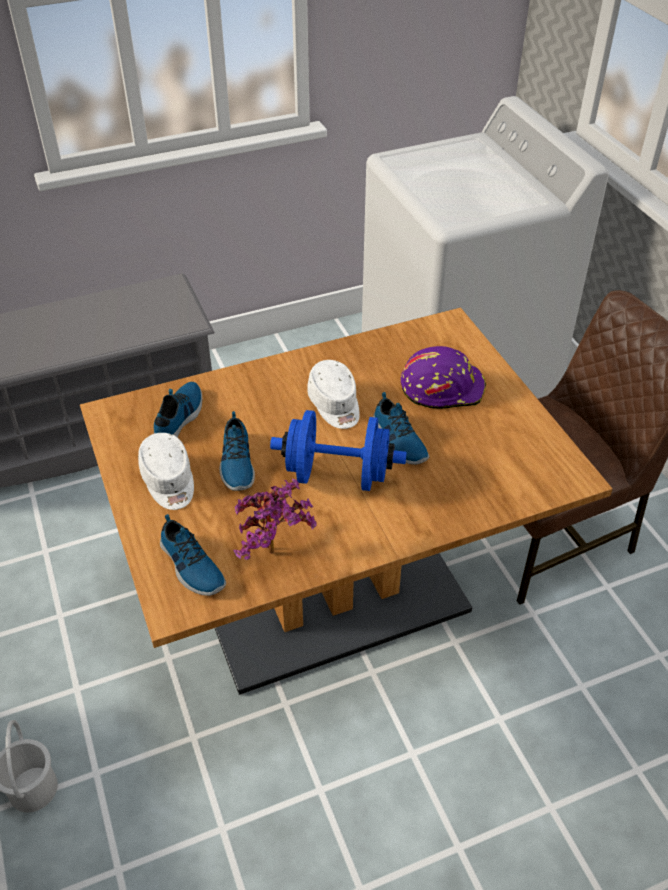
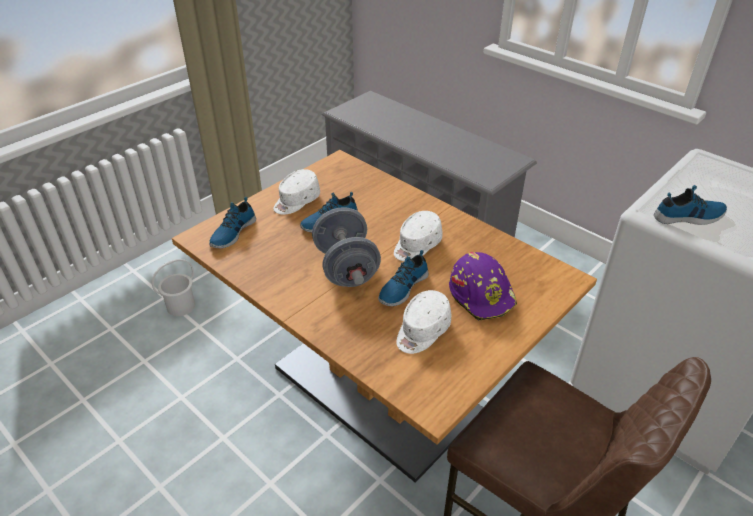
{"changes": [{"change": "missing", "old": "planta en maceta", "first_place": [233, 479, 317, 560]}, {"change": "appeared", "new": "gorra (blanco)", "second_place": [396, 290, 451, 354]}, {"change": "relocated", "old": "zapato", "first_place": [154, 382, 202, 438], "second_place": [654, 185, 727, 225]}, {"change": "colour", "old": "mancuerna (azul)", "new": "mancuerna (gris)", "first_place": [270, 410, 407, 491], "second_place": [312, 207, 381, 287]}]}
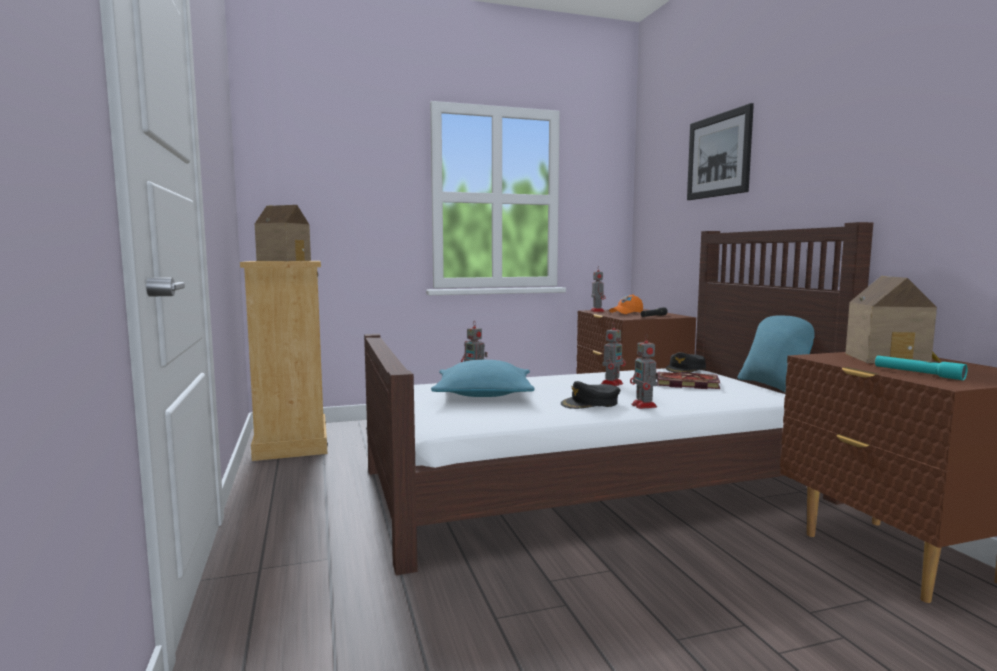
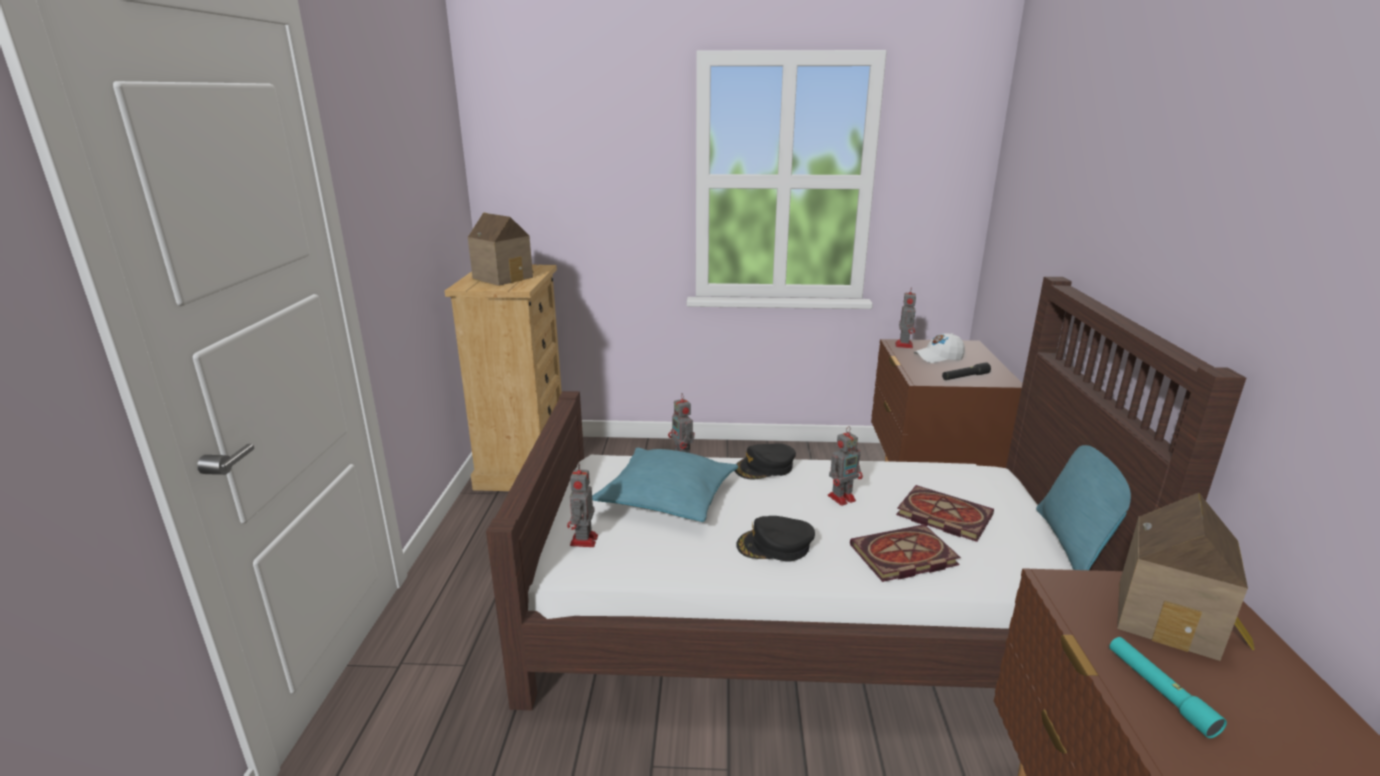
{"changes": [{"change": "missing", "old": "cuadro", "first_place": [687, 103, 754, 200]}, {"change": "appeared", "new": "libro", "second_place": [850, 524, 961, 582]}, {"change": "relocated", "old": "robot de juguete", "first_place": [630, 334, 659, 409], "second_place": [567, 464, 598, 547]}, {"change": "relocated", "old": "gorra (negro)", "first_place": [666, 352, 706, 372], "second_place": [735, 443, 796, 480]}, {"change": "colour", "old": "gorra (naranja)", "new": "gorra (blanco)", "first_place": [609, 294, 643, 314], "second_place": [913, 333, 965, 363]}]}
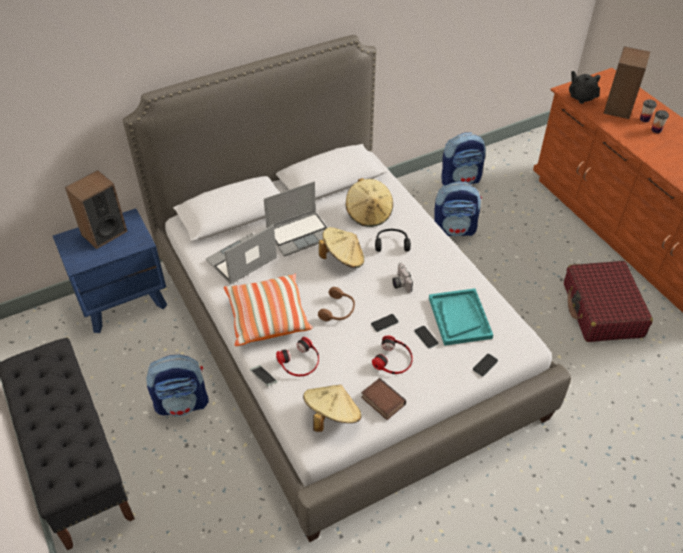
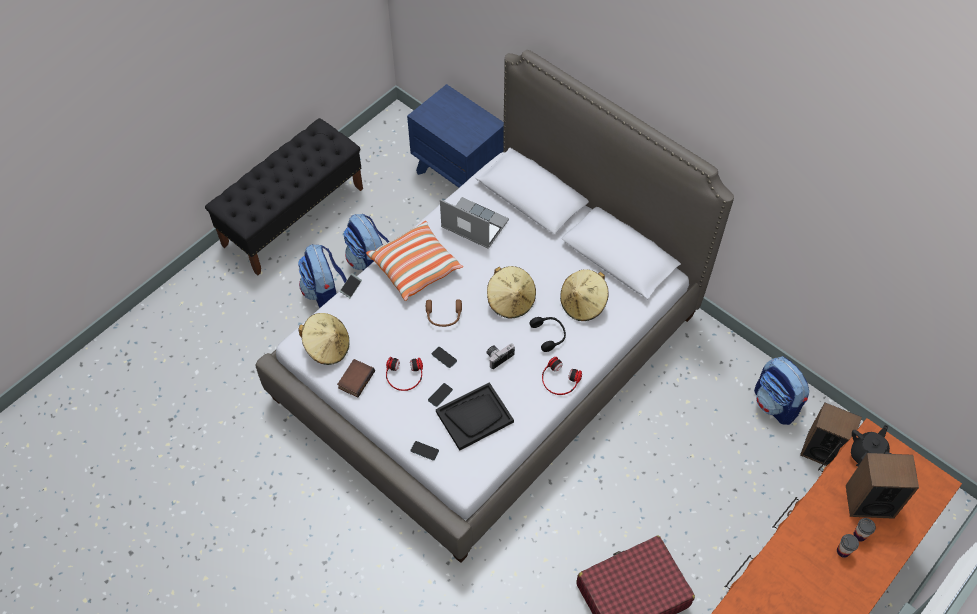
{"changes": [{"change": "missing", "old": "portátil", "first_place": [264, 181, 327, 257]}, {"change": "relocated", "old": "altavoz", "first_place": [65, 170, 127, 249], "second_place": [800, 402, 862, 466]}, {"change": "relocated", "old": "auriculares", "first_place": [276, 337, 319, 376], "second_place": [542, 357, 582, 395]}, {"change": "relocated", "old": "mochila", "first_place": [434, 181, 482, 236], "second_place": [298, 244, 347, 308]}, {"change": "colour", "old": "bandeja (turquesa)", "new": "bandeja (negro)", "first_place": [429, 288, 493, 346], "second_place": [436, 382, 514, 451]}]}
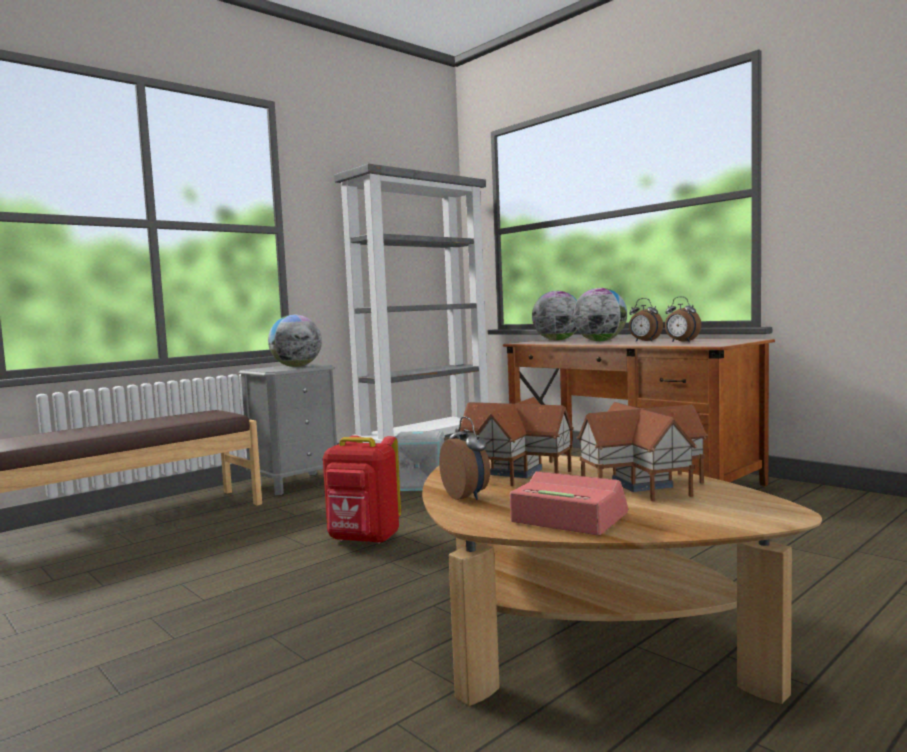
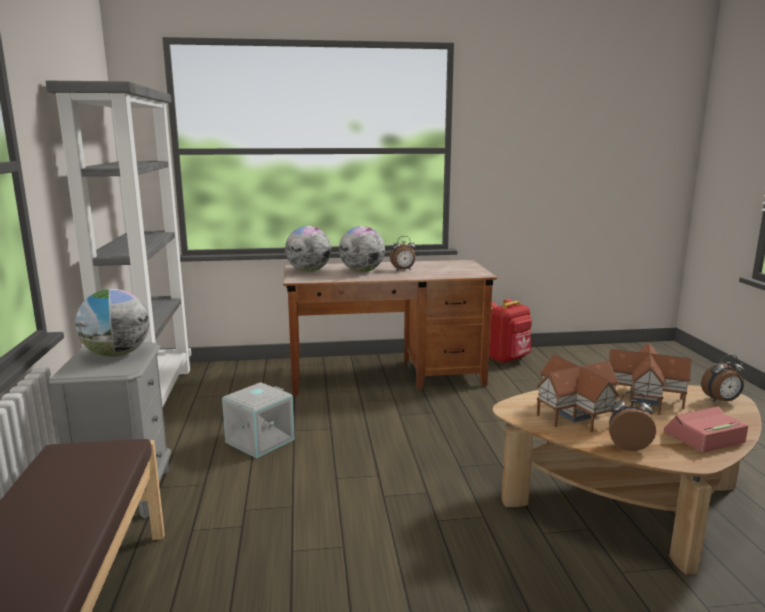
{"changes": [{"change": "relocated", "old": "mochila (rojo)", "first_place": [323, 435, 401, 544], "second_place": [489, 298, 532, 363]}, {"change": "relocated", "old": "despertador", "first_place": [665, 296, 701, 342], "second_place": [701, 355, 745, 402]}]}
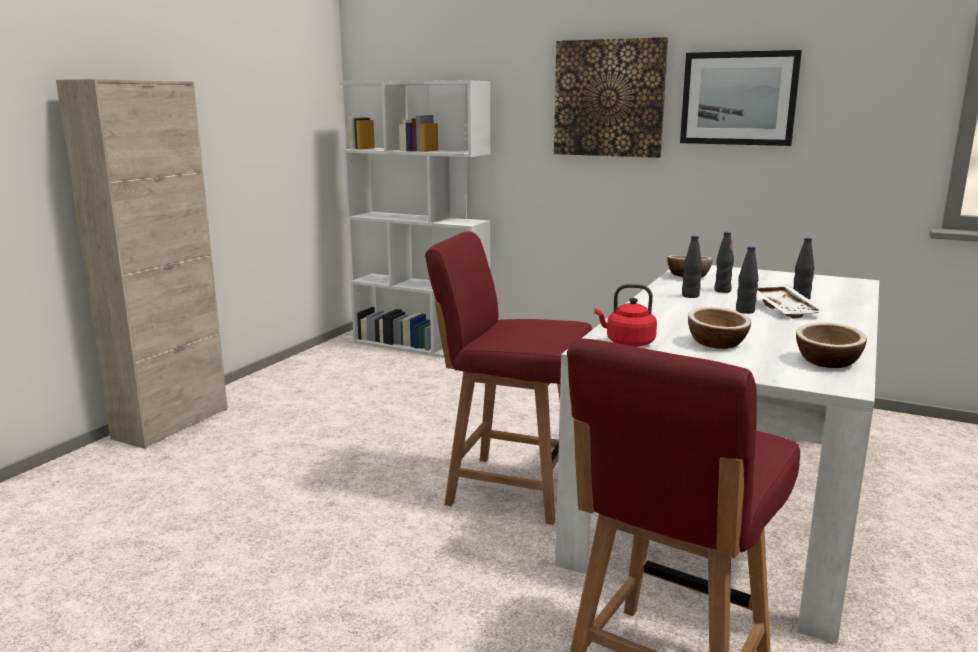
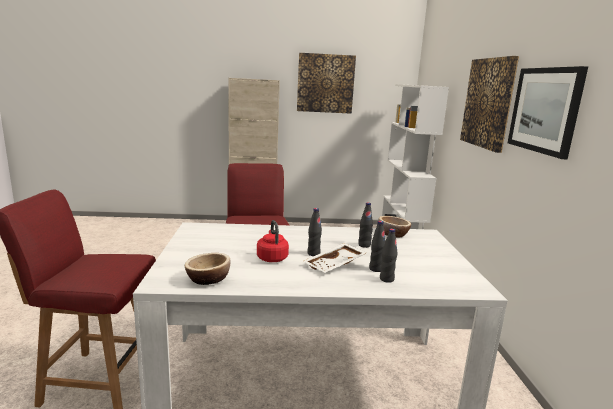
{"changes": [{"change": "missing", "old": "cuenco", "first_place": [688, 307, 751, 349]}, {"change": "appeared", "new": "cuadro", "second_place": [297, 53, 356, 114]}, {"change": "relocated", "old": "hervidor (rojo)", "first_place": [594, 284, 657, 347], "second_place": [257, 220, 289, 262]}, {"change": "relocated", "old": "botella (negro)", "first_place": [682, 236, 702, 298], "second_place": [380, 229, 398, 283]}]}
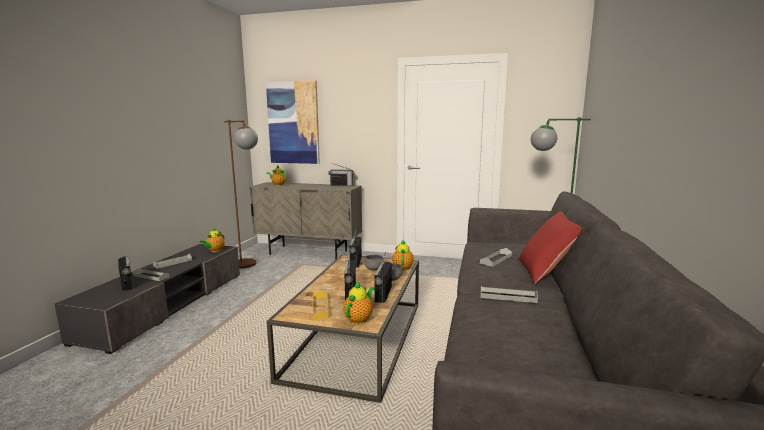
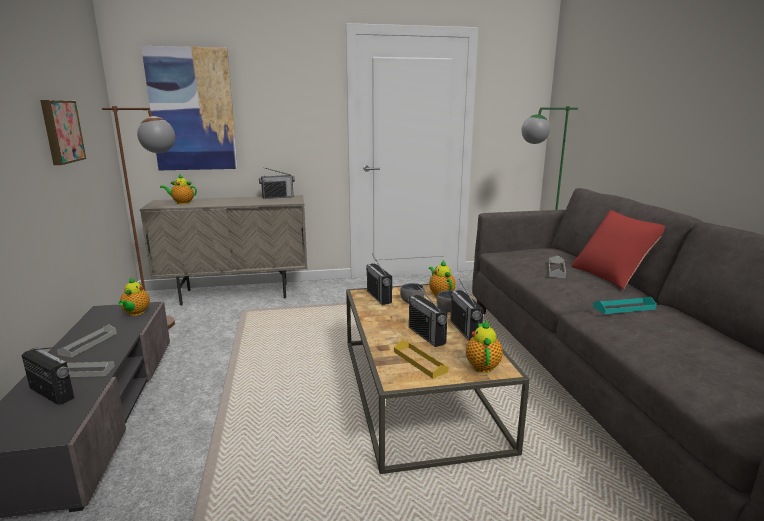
{"changes": [{"change": "appeared", "new": "cuadro", "second_place": [40, 100, 86, 165]}, {"change": "colour", "old": "bandeja (gris)", "new": "bandeja (turquesa)", "first_place": [481, 287, 538, 303], "second_place": [593, 297, 657, 314]}]}
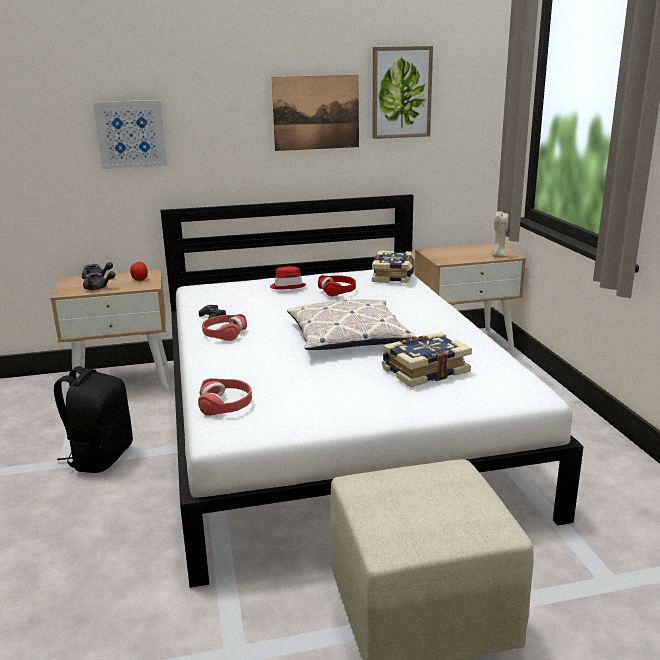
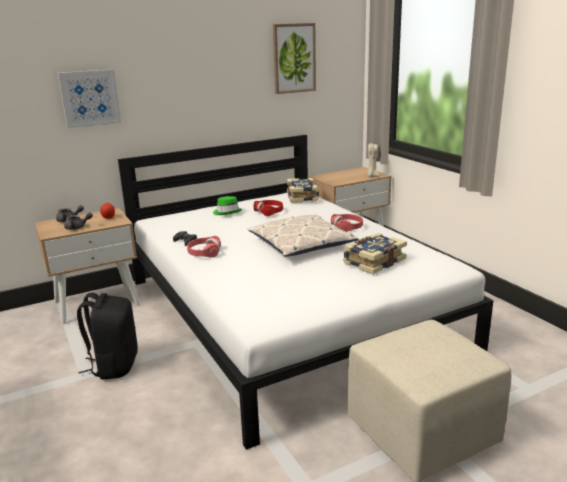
{"changes": [{"change": "missing", "old": "cuadro", "first_place": [272, 75, 359, 151]}, {"change": "relocated", "old": "auriculares (rojo)", "first_place": [198, 378, 252, 416], "second_place": [331, 214, 363, 232]}, {"change": "colour", "old": "sombrero (rojo)", "new": "sombrero (verde)", "first_place": [270, 266, 306, 290], "second_place": [213, 196, 242, 215]}]}
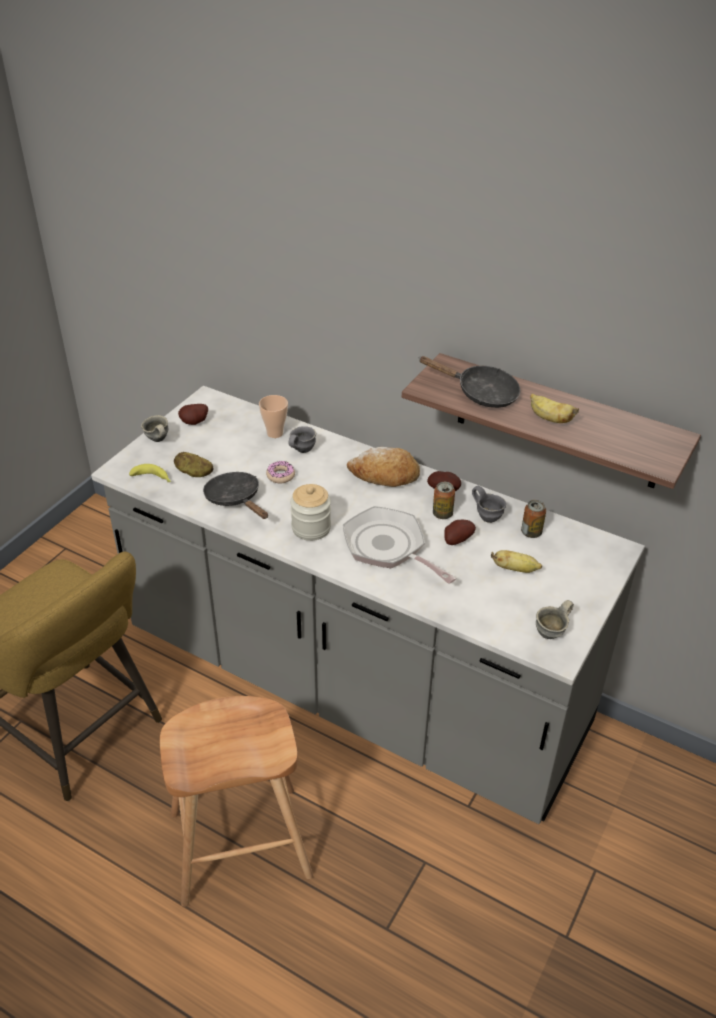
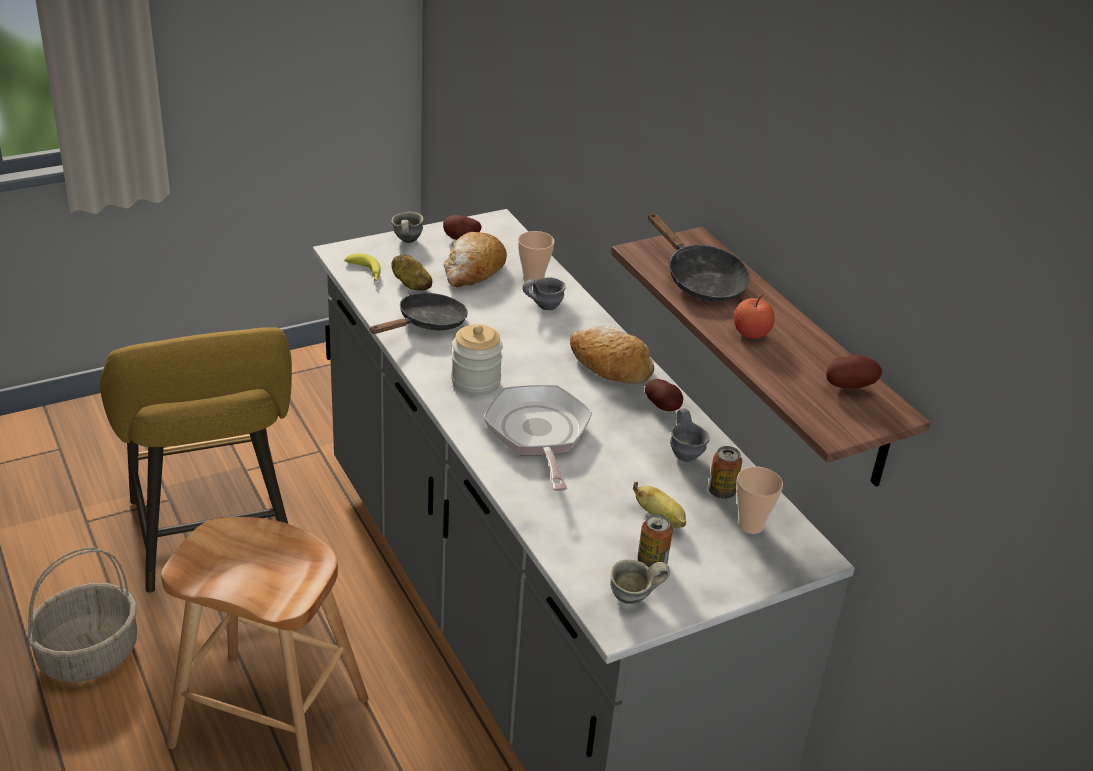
{"changes": [{"change": "missing", "old": "rosquilla", "first_place": [266, 461, 295, 483]}, {"change": "appeared", "new": "cesta", "second_place": [25, 547, 137, 682]}, {"change": "appeared", "new": "pan", "second_place": [444, 232, 507, 287]}, {"change": "appeared", "new": "taza", "second_place": [736, 466, 783, 534]}, {"change": "relocated", "old": "lata", "first_place": [433, 482, 455, 519], "second_place": [637, 514, 673, 567]}, {"change": "relocated", "old": "patata", "first_place": [444, 520, 476, 545], "second_place": [826, 355, 882, 389]}, {"change": "exchanged", "old": "plátano", "new": "manzana", "first_place": [530, 393, 579, 423], "second_place": [734, 295, 775, 339]}, {"change": "spun", "old": "sartén (negro)", "first_place": [203, 472, 268, 519], "second_place": [369, 293, 468, 334], "degrees": 45}]}
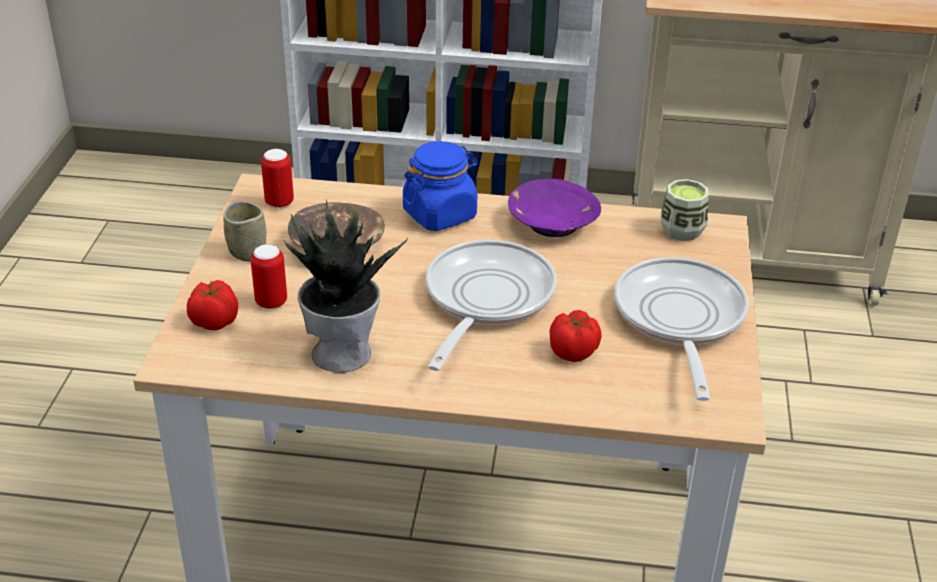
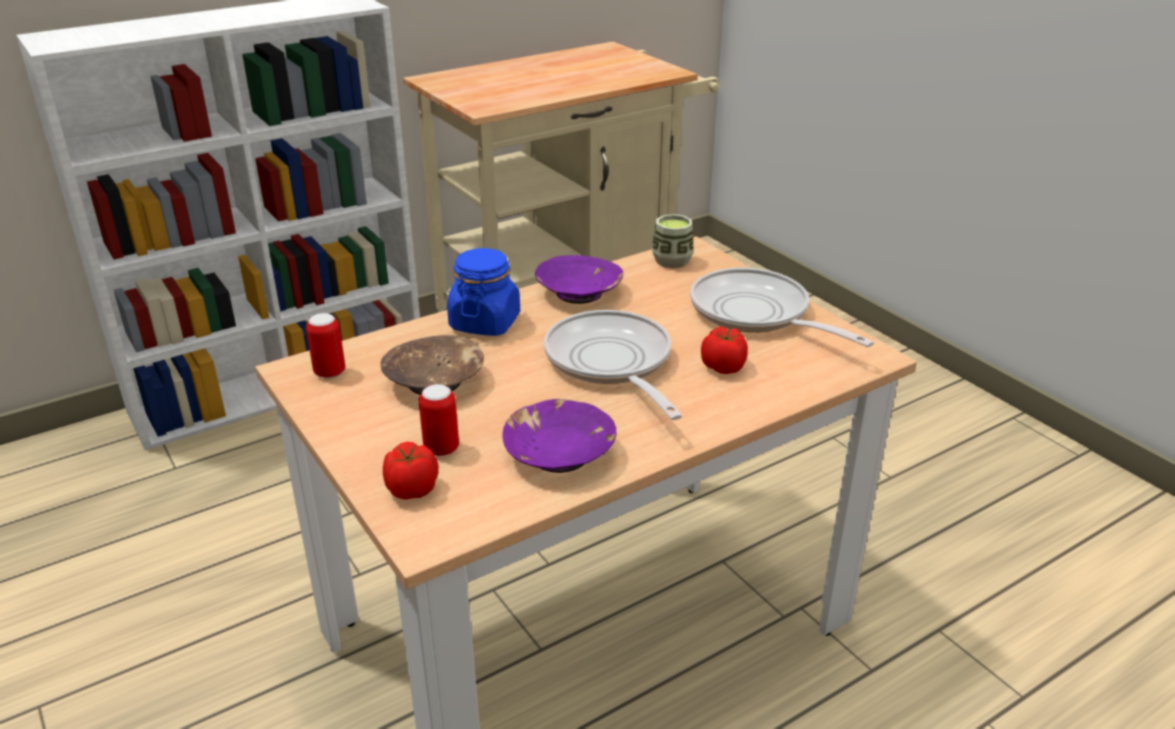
{"changes": [{"change": "missing", "old": "taza", "first_place": [224, 201, 266, 262]}, {"change": "exchanged", "old": "planta en maceta", "new": "cuenco (morado)", "first_place": [283, 200, 408, 373], "second_place": [502, 399, 616, 473]}]}
